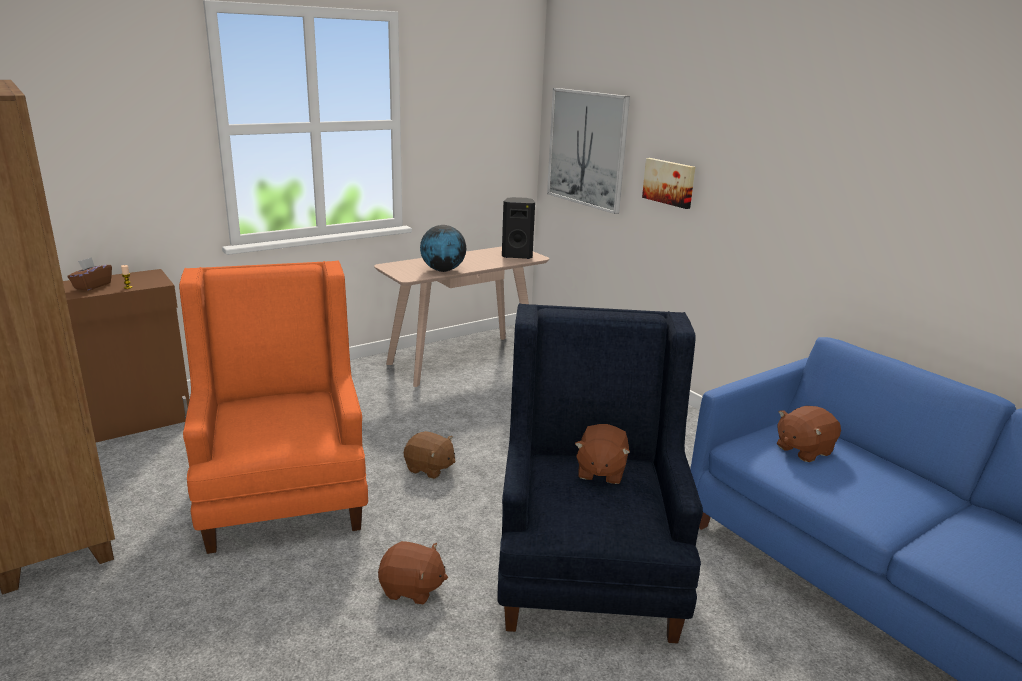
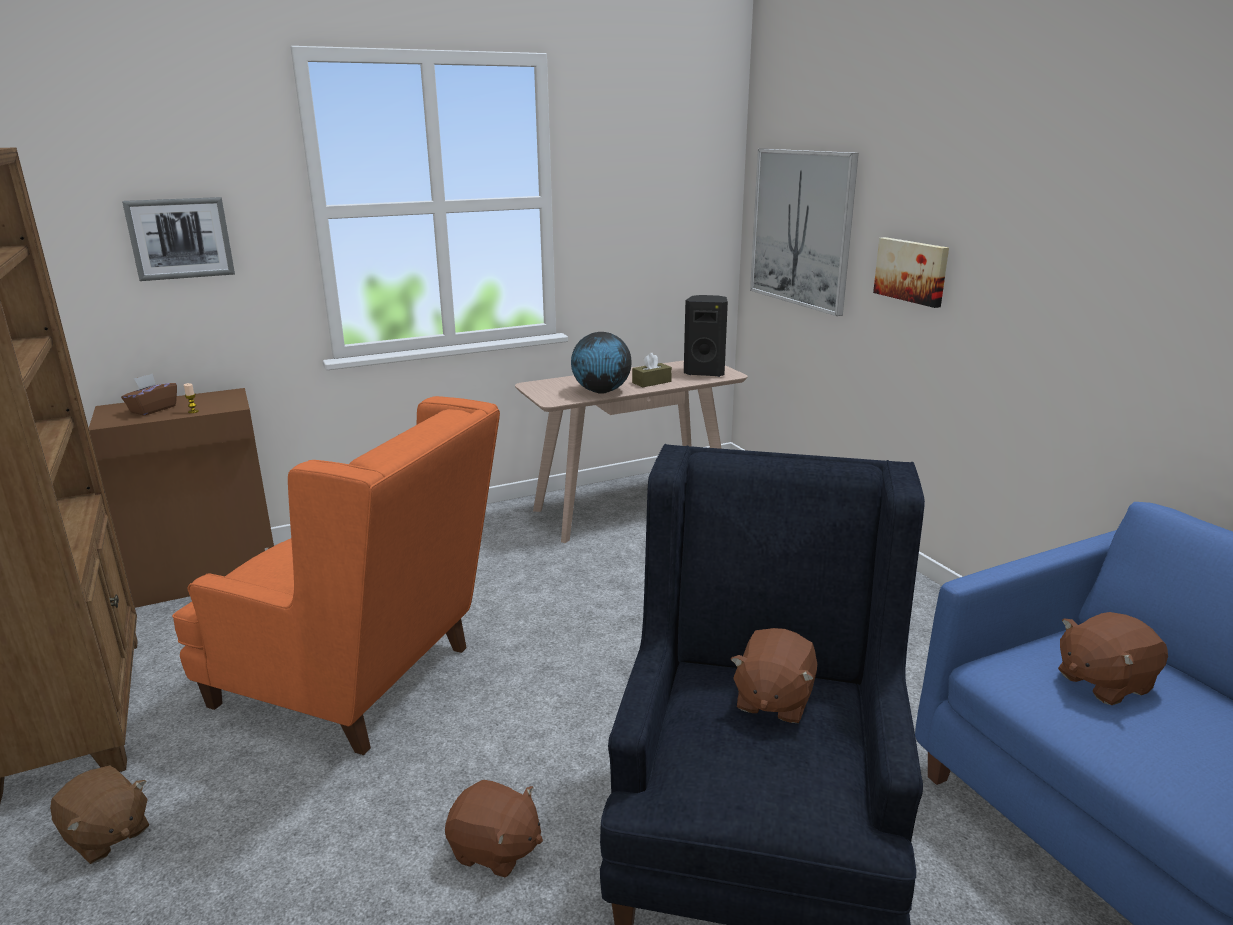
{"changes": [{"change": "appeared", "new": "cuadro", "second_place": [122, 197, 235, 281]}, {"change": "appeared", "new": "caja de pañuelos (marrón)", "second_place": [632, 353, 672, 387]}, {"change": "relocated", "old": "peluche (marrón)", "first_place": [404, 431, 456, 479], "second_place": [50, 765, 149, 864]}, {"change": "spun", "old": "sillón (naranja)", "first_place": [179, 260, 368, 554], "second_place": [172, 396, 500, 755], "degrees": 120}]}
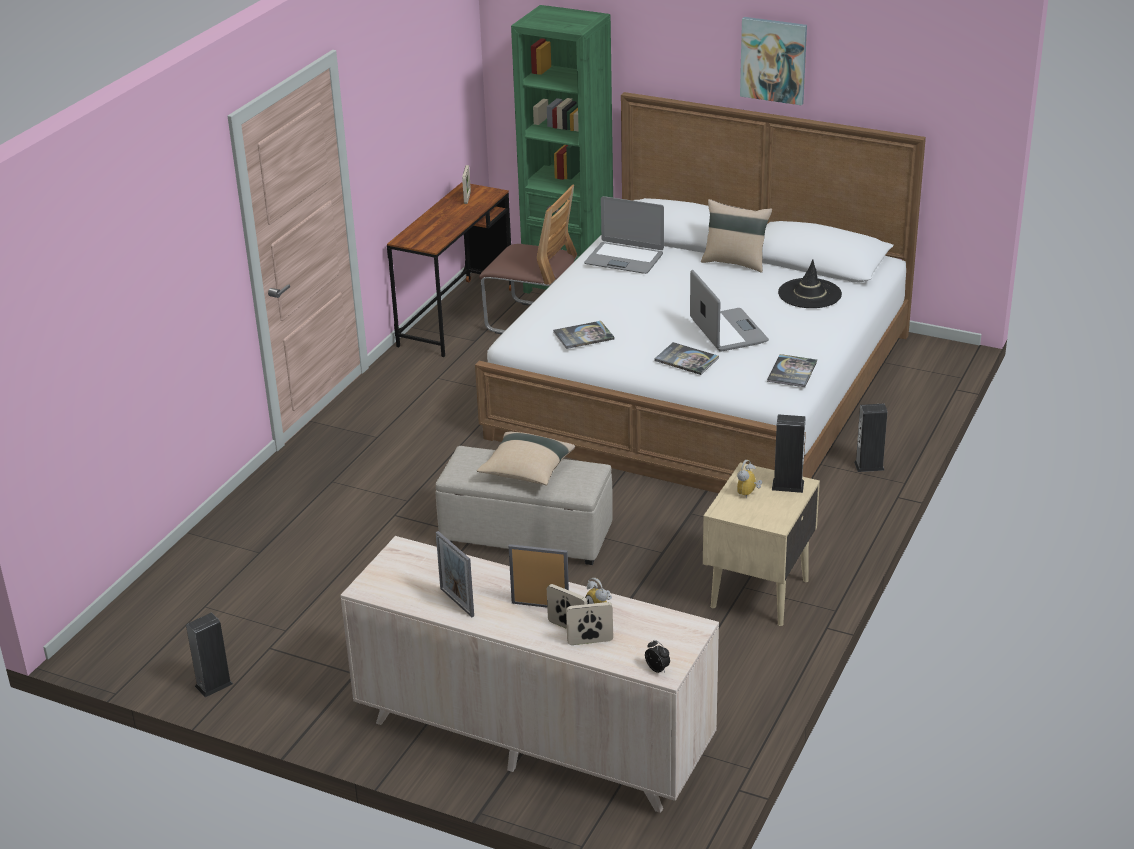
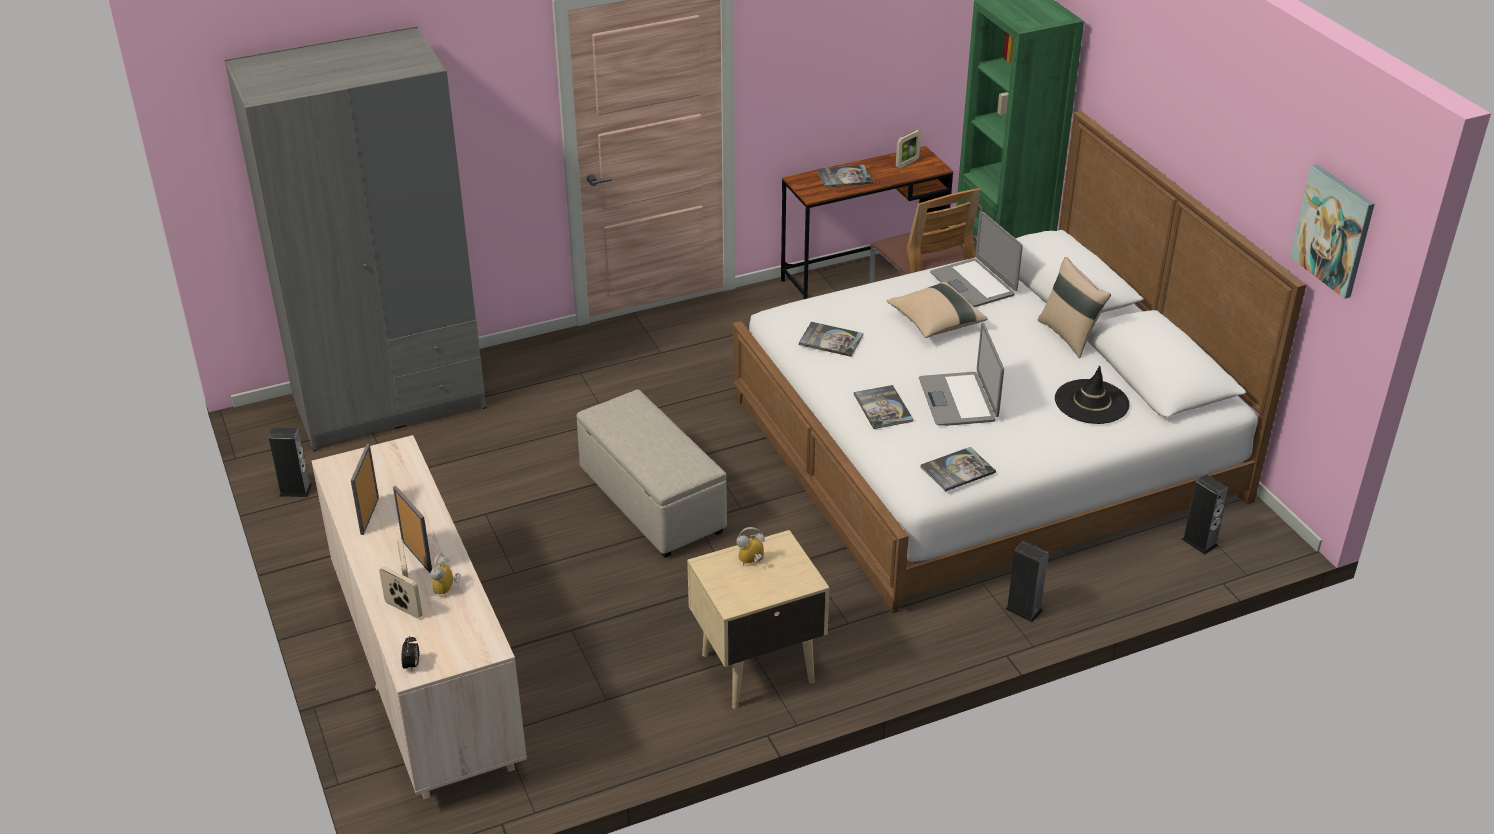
{"changes": [{"change": "appeared", "new": "armario ropero (gris)", "second_place": [224, 26, 486, 451]}, {"change": "appeared", "new": "libro", "second_place": [817, 165, 873, 188]}, {"change": "relocated", "old": "cojín (beis)", "first_place": [477, 432, 575, 485], "second_place": [886, 282, 988, 338]}, {"change": "relocated", "old": "cuadro", "first_place": [740, 17, 807, 106], "second_place": [1290, 164, 1375, 299]}, {"change": "relocated", "old": "altavoz", "first_place": [772, 414, 806, 493], "second_place": [1182, 474, 1229, 555]}, {"change": "spun", "old": "portátil", "first_place": [690, 270, 769, 352], "second_place": [919, 323, 1004, 426], "degrees": 150}]}
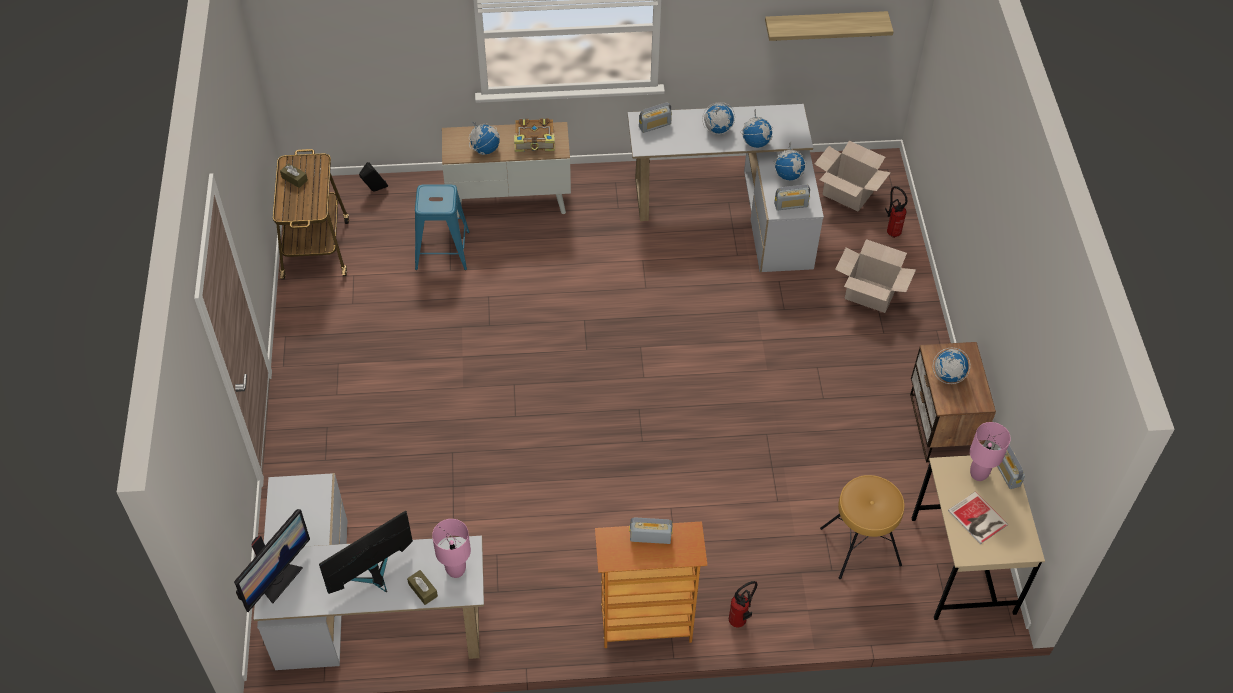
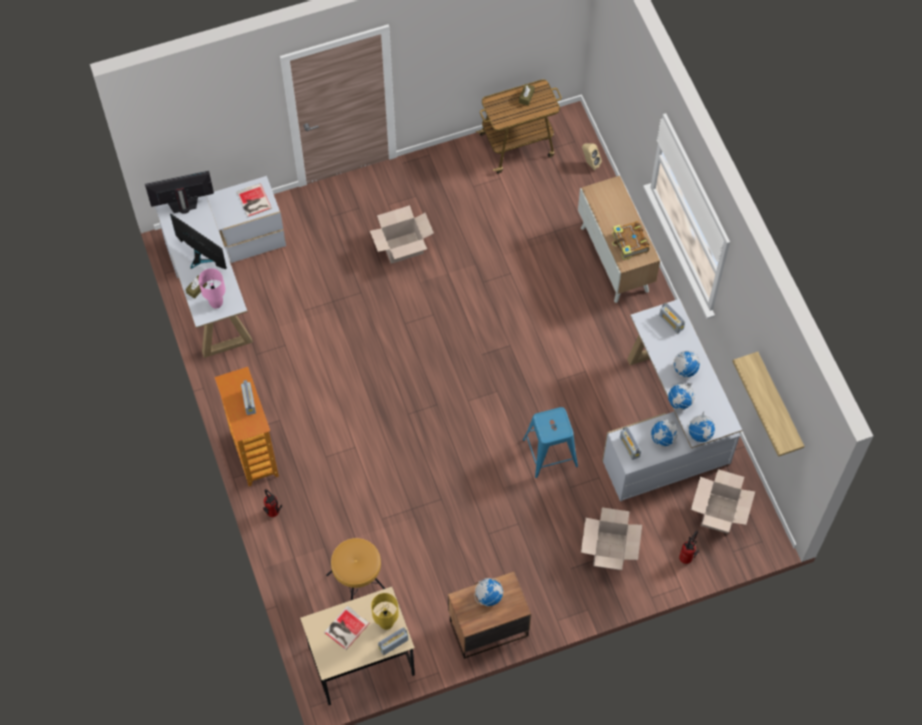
{"changes": [{"change": "appeared", "new": "libro", "second_place": [237, 183, 272, 217]}, {"change": "appeared", "new": "caja de cartón", "second_place": [370, 205, 434, 264]}, {"change": "relocated", "old": "taburete (azul)", "first_place": [415, 184, 470, 270], "second_place": [523, 407, 578, 478]}, {"change": "relocated", "old": "globo terráqueo", "first_place": [469, 121, 500, 155], "second_place": [687, 411, 717, 442]}, {"change": "colour", "old": "altavoz (negro)", "new": "altavoz (beis)", "first_place": [359, 162, 388, 192], "second_place": [582, 143, 602, 171]}, {"change": "colour", "old": "lámpara de mesa (rosa)", "new": "lámpara de mesa (amarillo)", "first_place": [970, 422, 1011, 481], "second_place": [371, 593, 399, 630]}, {"change": "spun", "old": "monitor", "first_place": [234, 509, 310, 612], "second_place": [145, 171, 214, 214], "degrees": 150}]}
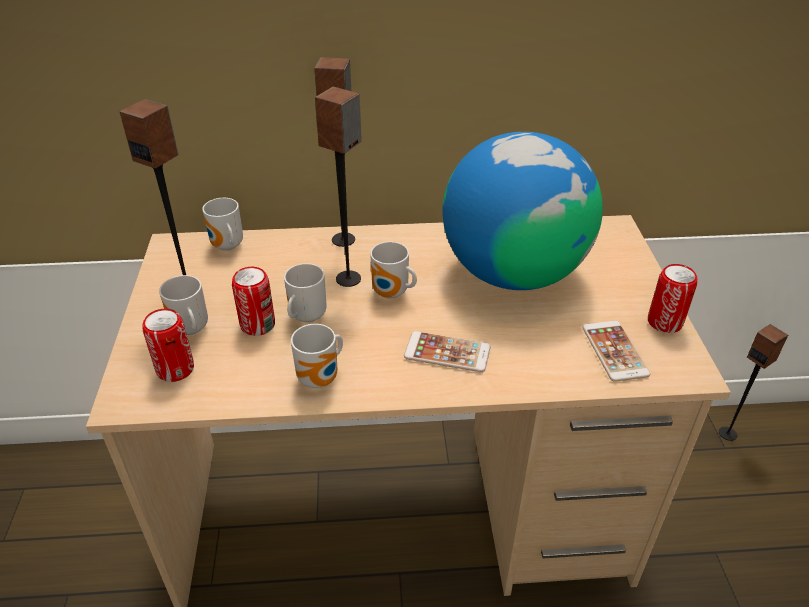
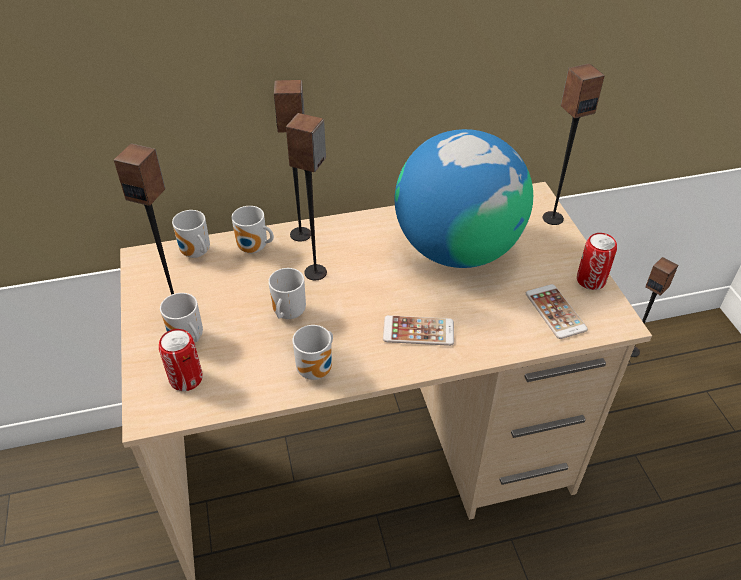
{"changes": [{"change": "missing", "old": "lata", "first_place": [232, 267, 275, 336]}, {"change": "appeared", "new": "altavoz", "second_place": [543, 64, 605, 225]}, {"change": "relocated", "old": "taza grande", "first_place": [370, 242, 417, 299], "second_place": [231, 206, 274, 254]}]}
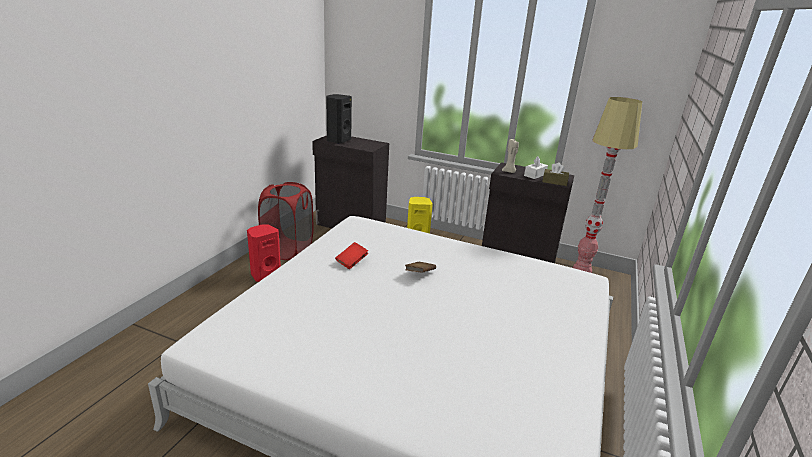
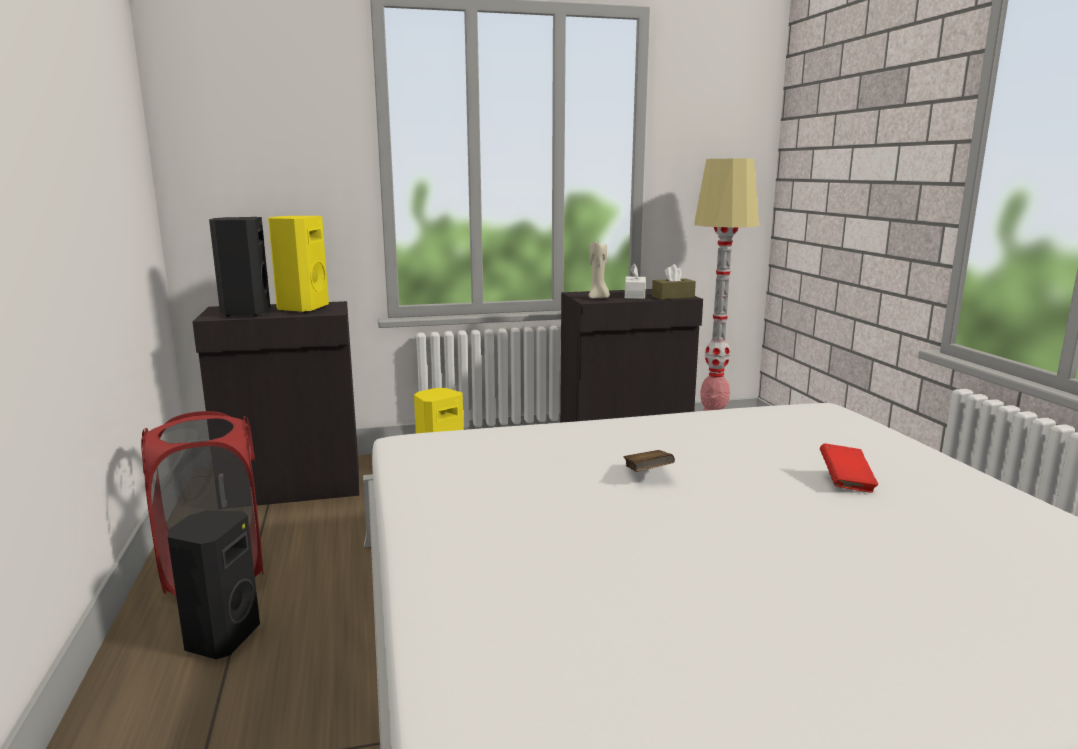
{"changes": [{"change": "appeared", "new": "altavoz (amarillo)", "second_place": [268, 216, 329, 313]}, {"change": "relocated", "old": "libro (rojo)", "first_place": [335, 242, 368, 269], "second_place": [820, 444, 878, 493]}, {"change": "colour", "old": "altavoz (rojo)", "new": "altavoz (negro)", "first_place": [247, 225, 281, 282], "second_place": [168, 511, 260, 659]}]}
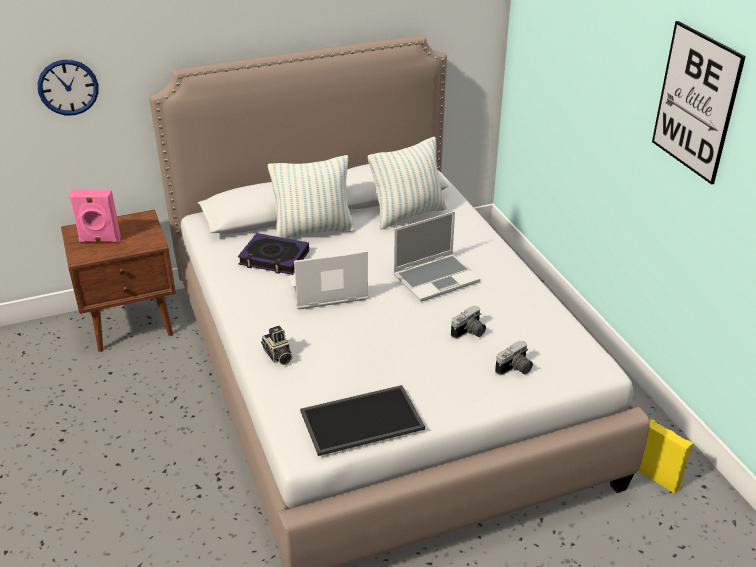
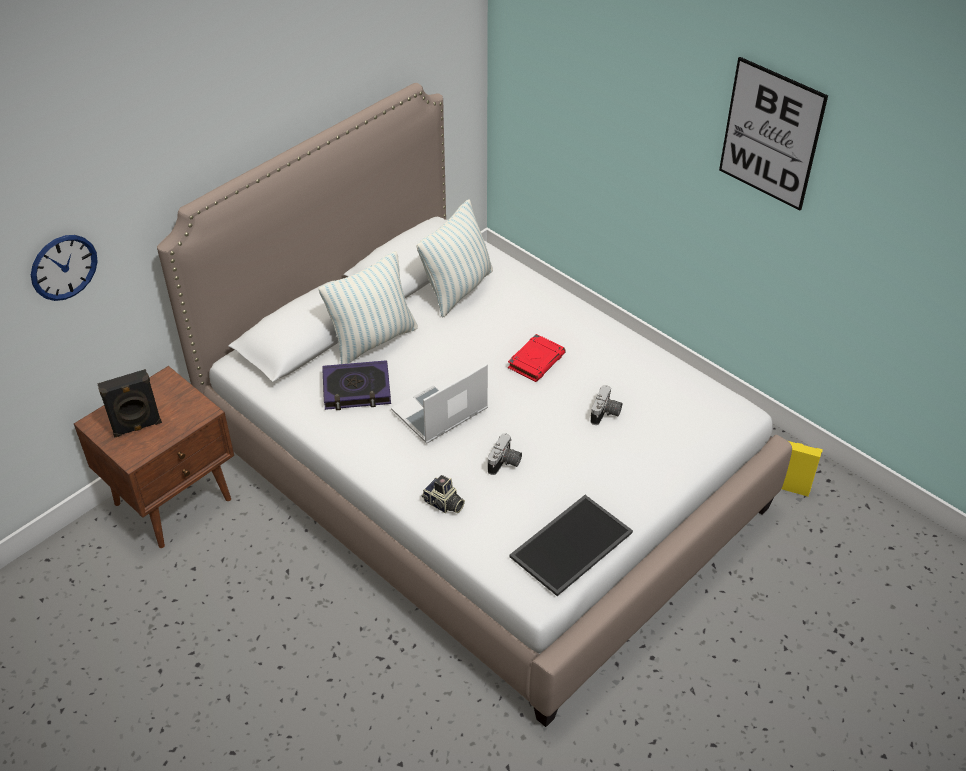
{"changes": [{"change": "relocated", "old": "cámara", "first_place": [495, 340, 533, 375], "second_place": [488, 433, 522, 475]}, {"change": "exchanged", "old": "portátil", "new": "libro (rojo)", "first_place": [393, 211, 480, 302], "second_place": [508, 334, 566, 382]}, {"change": "colour", "old": "altavoz (rosa)", "new": "altavoz (negro)", "first_place": [68, 190, 121, 242], "second_place": [97, 369, 162, 438]}]}
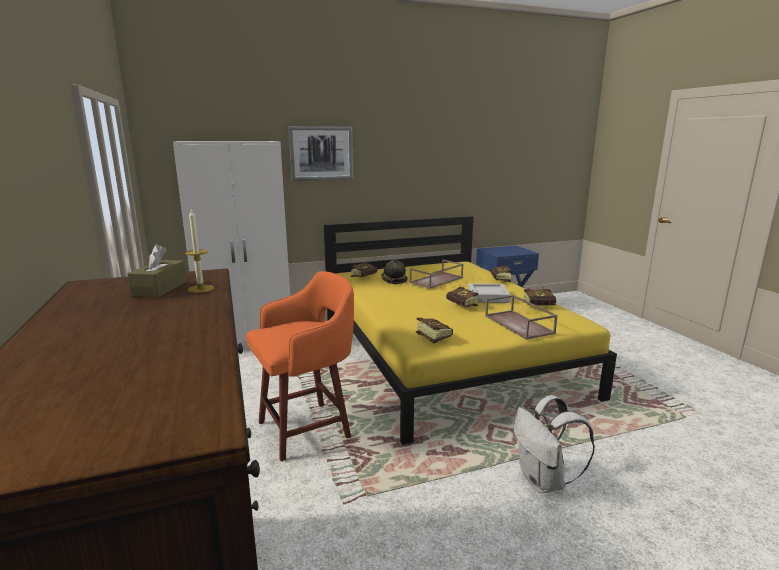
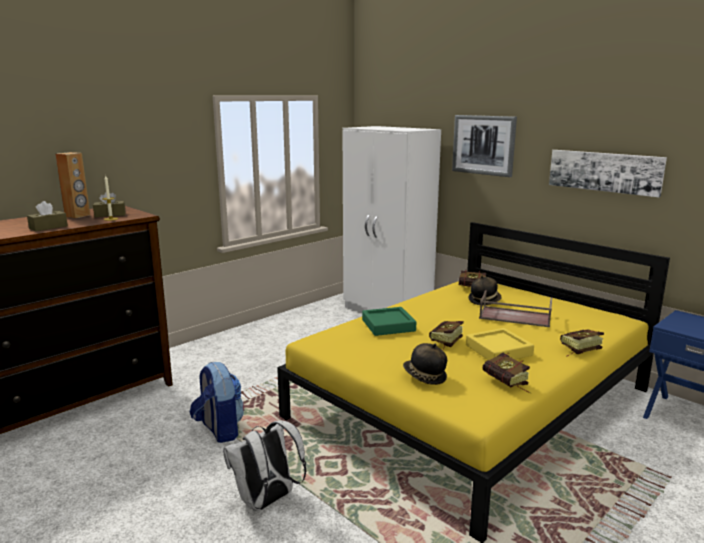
{"changes": [{"change": "missing", "old": "taburete (naranja)", "first_place": [246, 271, 354, 461]}, {"change": "missing", "old": "libro", "first_place": [416, 318, 453, 344]}, {"change": "appeared", "new": "caja de pañuelos (marrón)", "second_place": [27, 201, 68, 231]}, {"change": "appeared", "new": "altavoz (marrón)", "second_place": [55, 152, 90, 218]}, {"change": "appeared", "new": "mochila", "second_place": [190, 362, 244, 443]}, {"change": "appeared", "new": "bandeja (verde)", "second_place": [362, 307, 416, 336]}, {"change": "appeared", "new": "cuadro", "second_place": [549, 150, 667, 197]}, {"change": "exchanged", "old": "bandeja (marrón)", "new": "sombrero", "first_place": [485, 295, 558, 340], "second_place": [403, 343, 447, 385]}, {"change": "colour", "old": "bandeja (gris)", "new": "bandeja (amarillo)", "first_place": [468, 283, 510, 303], "second_place": [466, 328, 534, 360]}]}
